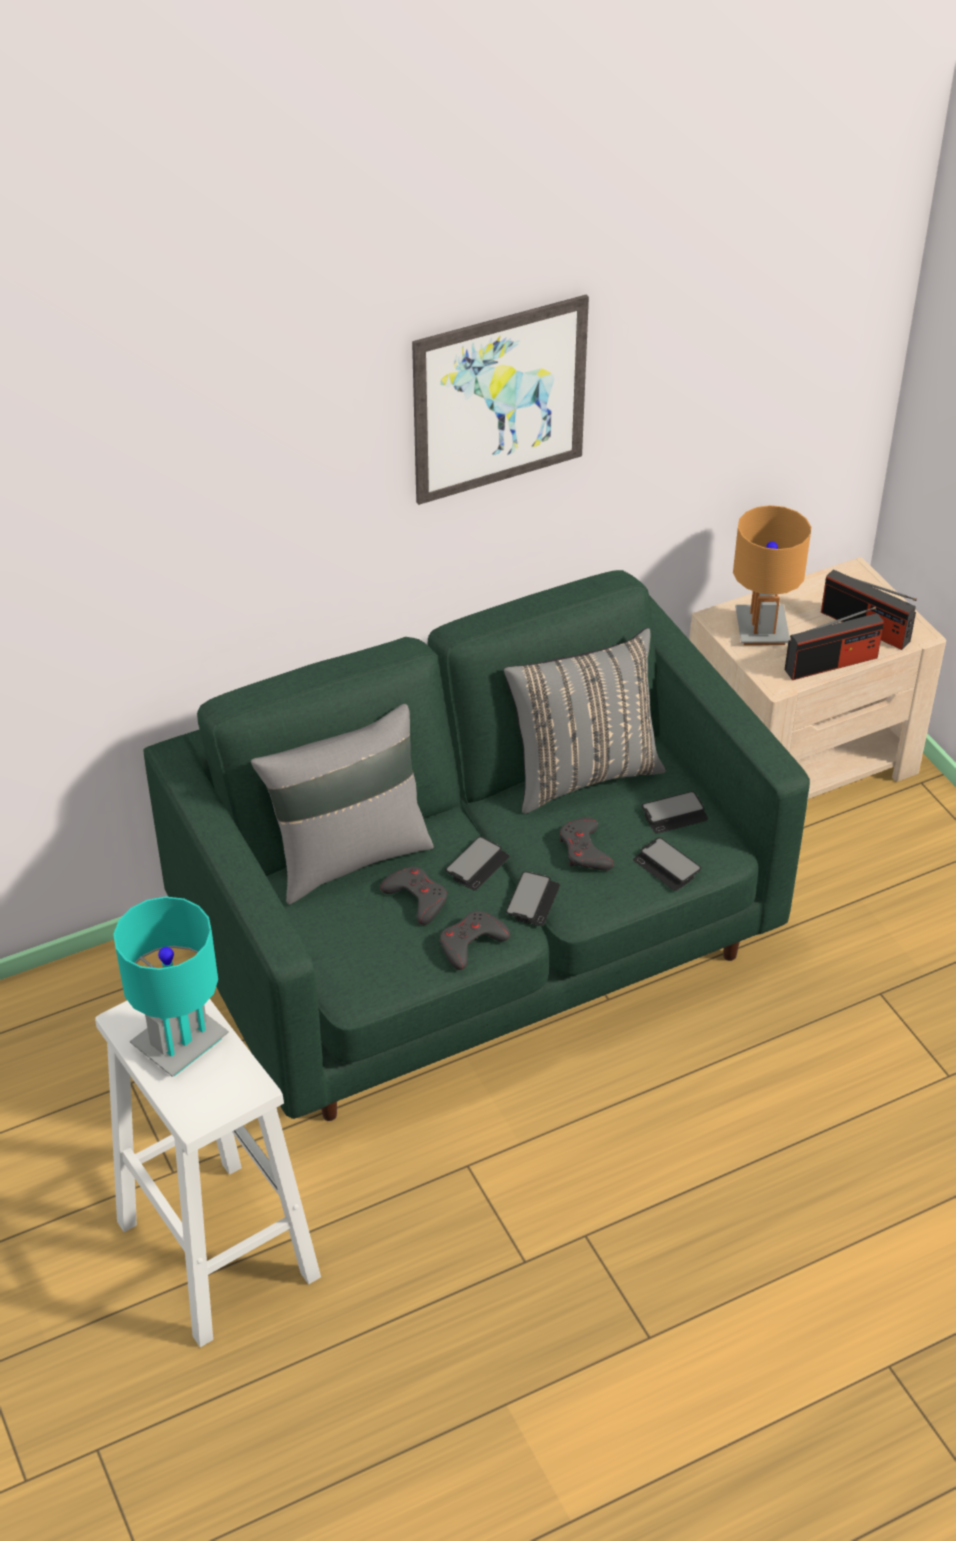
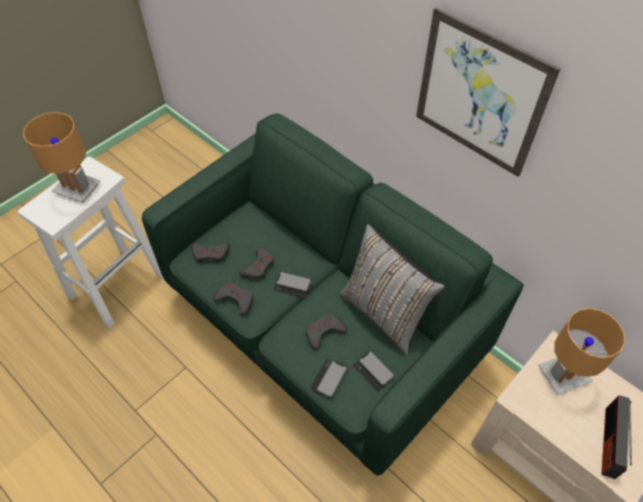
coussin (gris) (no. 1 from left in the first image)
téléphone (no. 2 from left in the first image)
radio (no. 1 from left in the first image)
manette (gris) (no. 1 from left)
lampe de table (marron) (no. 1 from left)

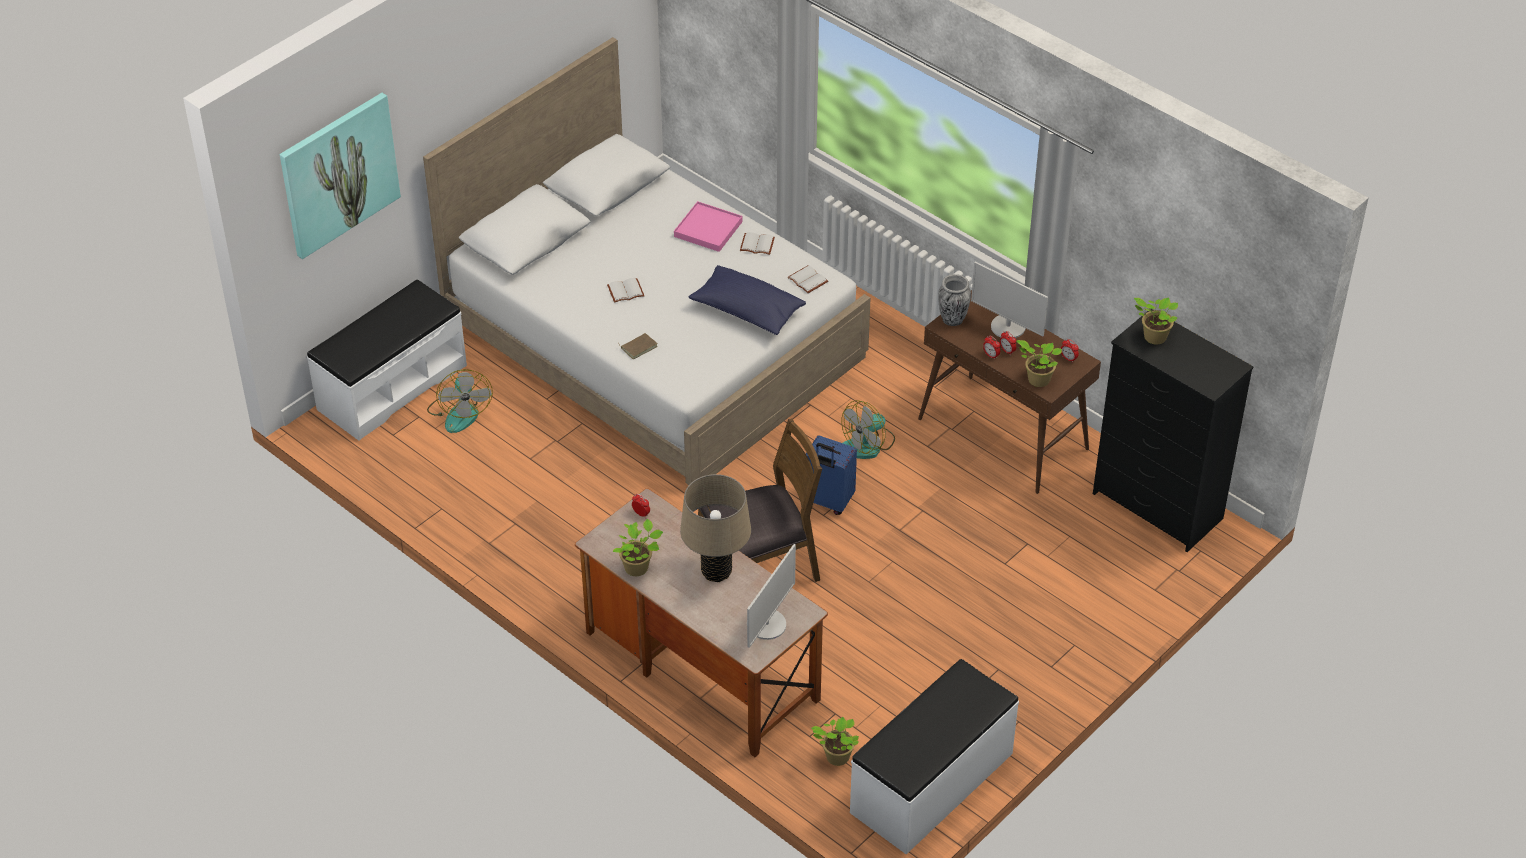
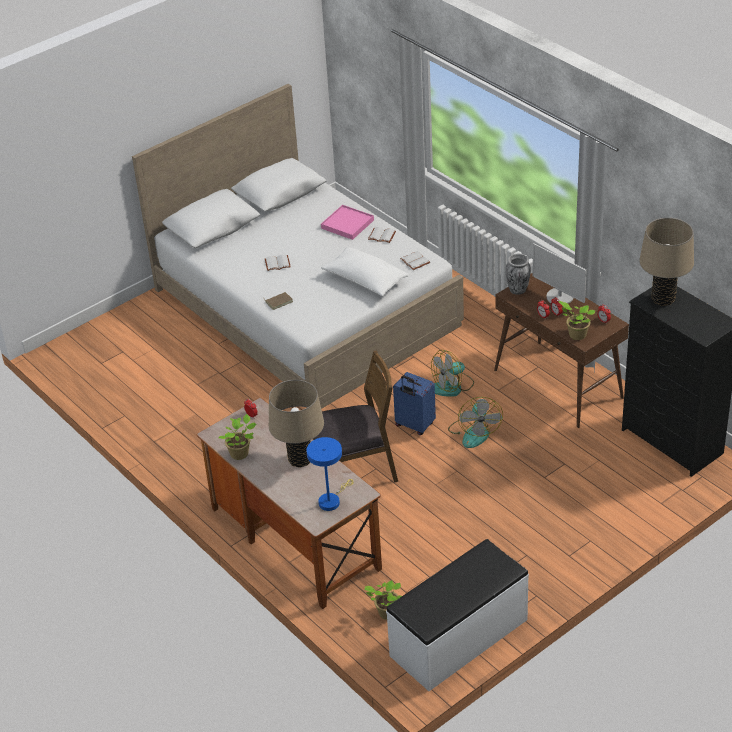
tableau
banc (blanc) (no. 1 from left in the first image)
ventilateur (no. 2 from left)
lampe de table (bleu)
lampe de table (beige) (no. 2 from left)
coussin (blanc)

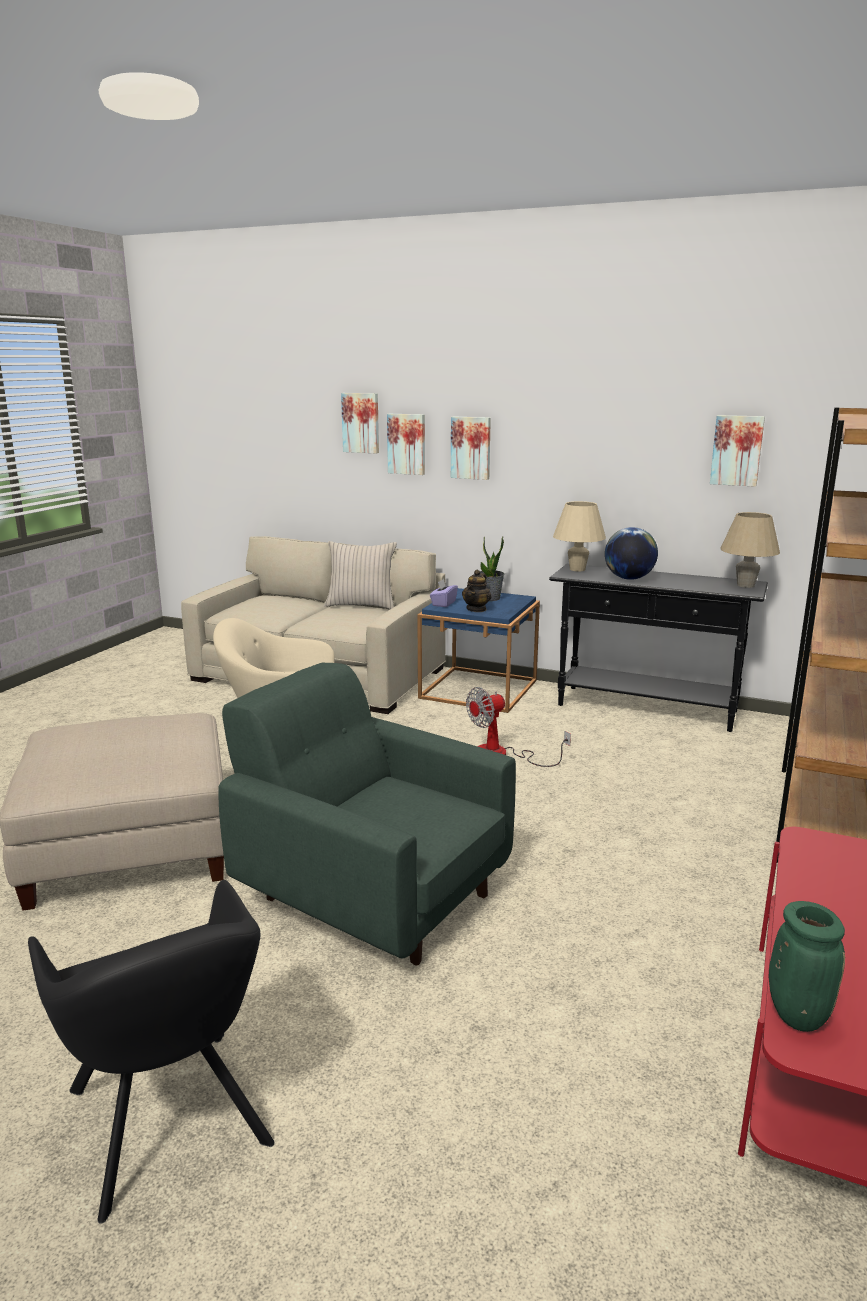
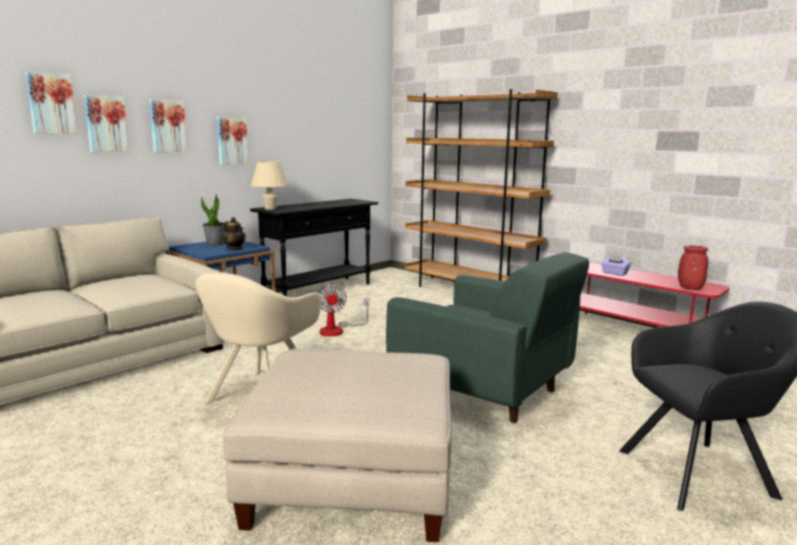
coussin (beige)
globe
lampe de table (beige) (no. 2 from left in the first image)
boîte à mouchoirs (violet)
tableau (no. 4 from left)
vase (rouge)
fauteuil (vert)

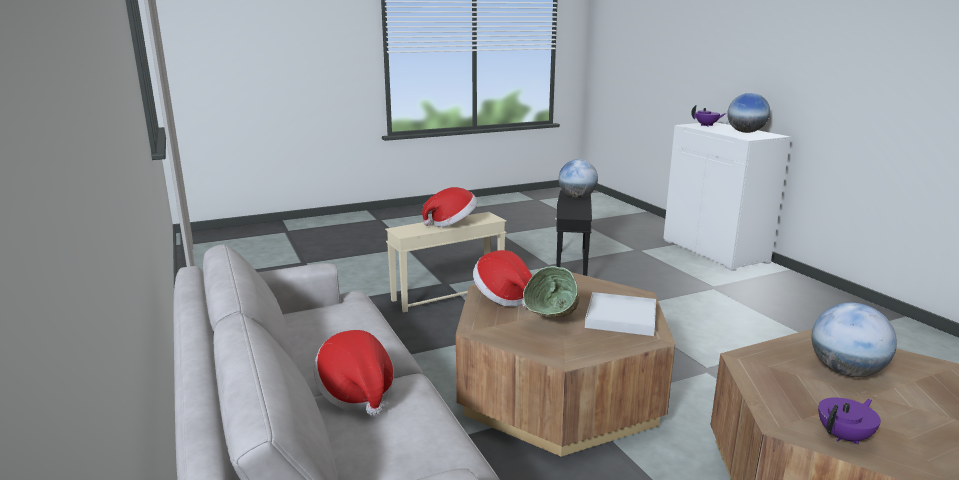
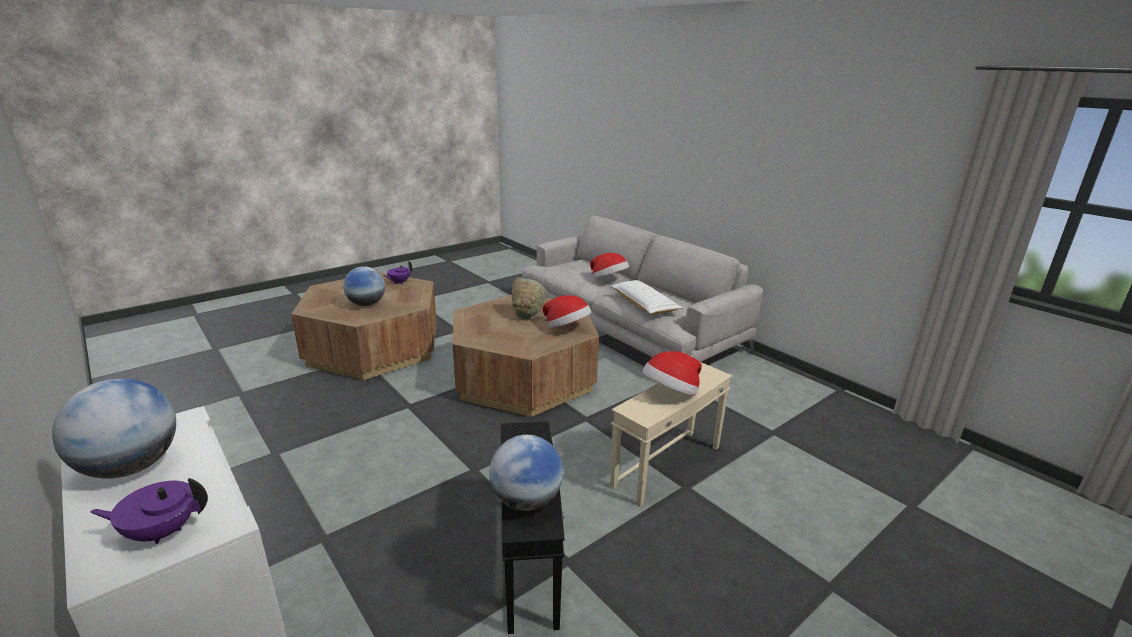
plateau (blanc)
coussin (blanc)

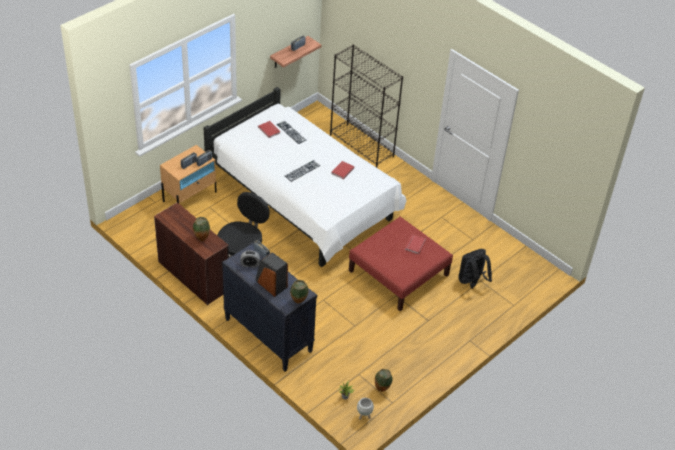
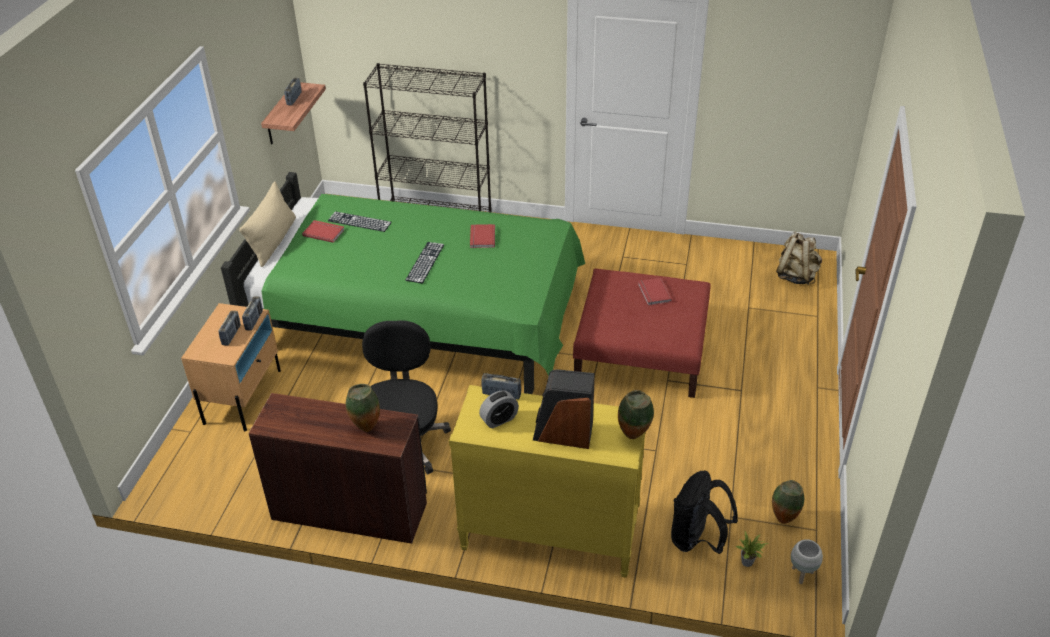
coussin (beige)
sac à dos (beige)
sac à dos (noir)
lit (vert)
commode (jaune)

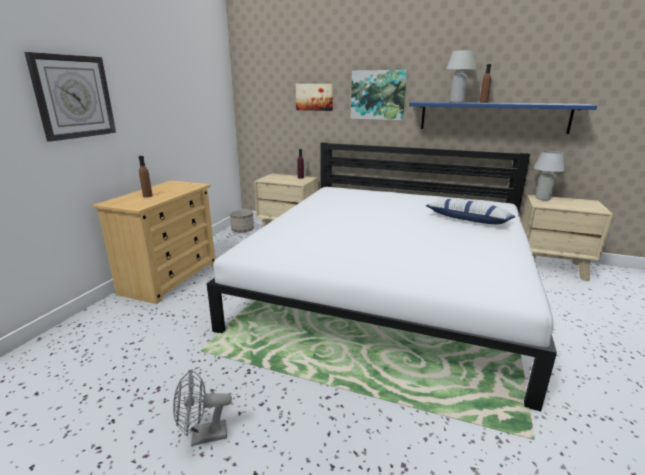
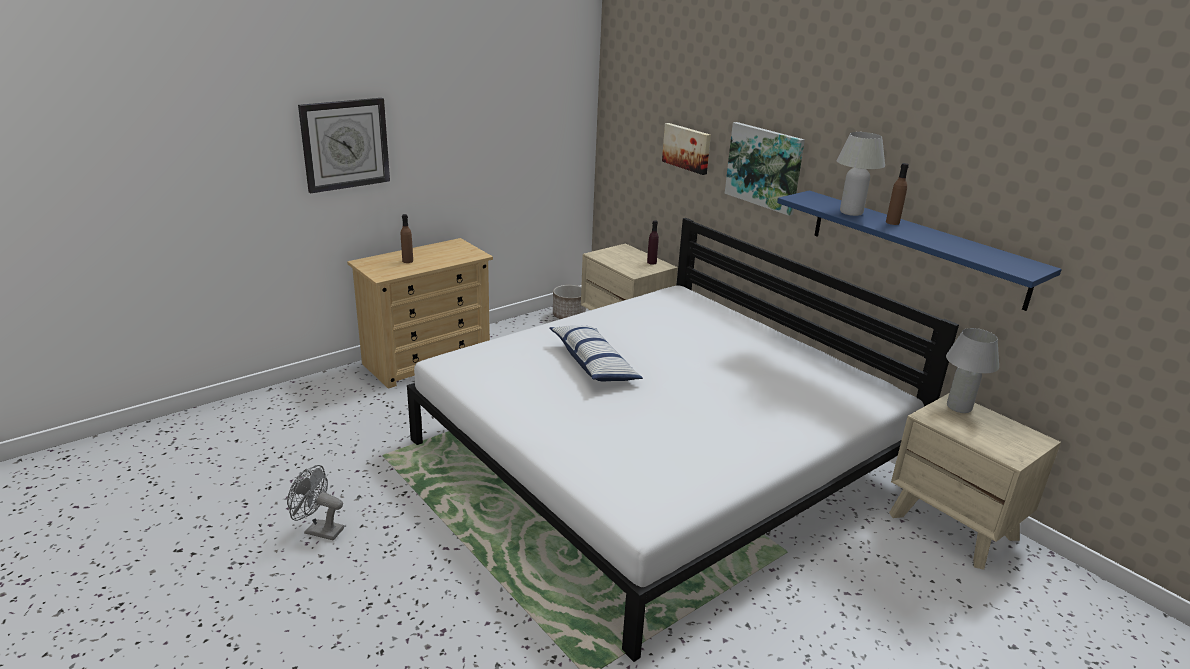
coussin

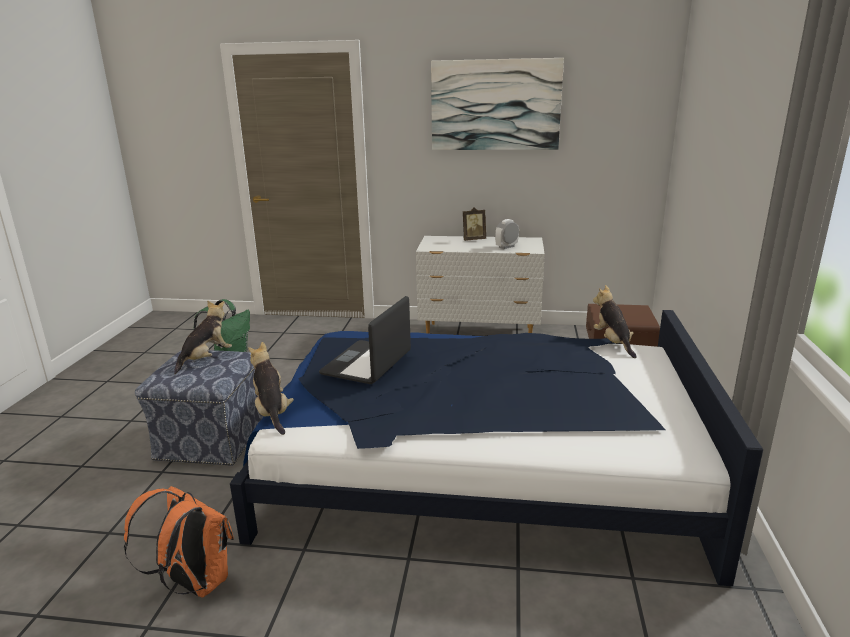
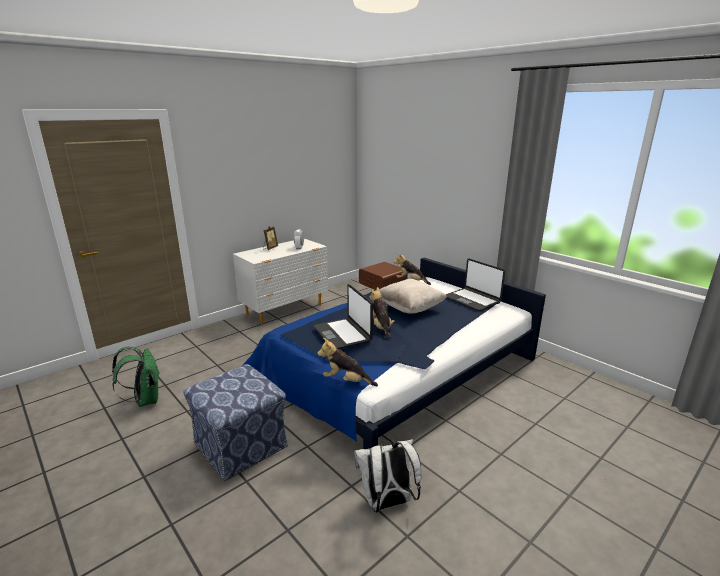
tableau
coussin (beige)
ordinateur portable (no. 2 from left)
peluche (no. 2 from left)
sac à dos (blanc)

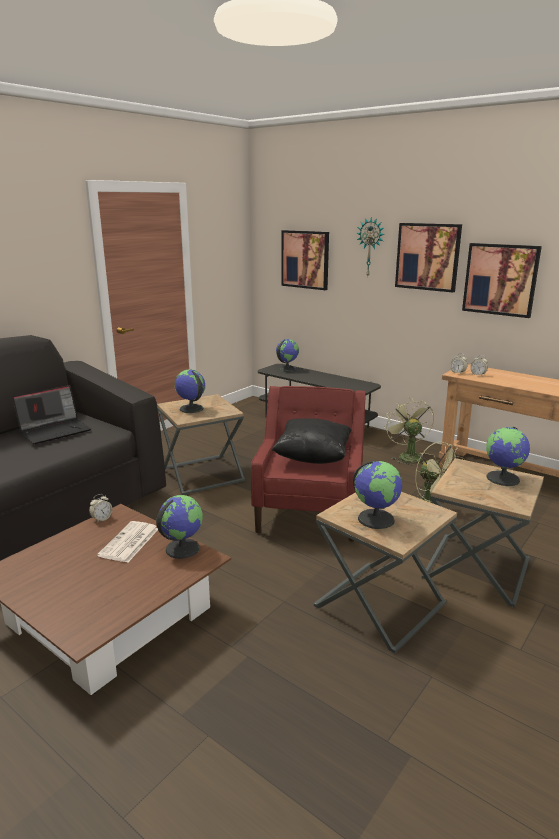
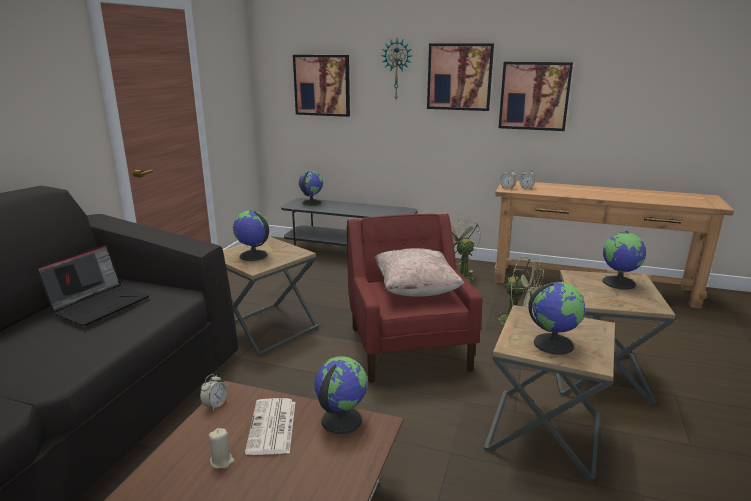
bougie (beige)
coussin (beige)

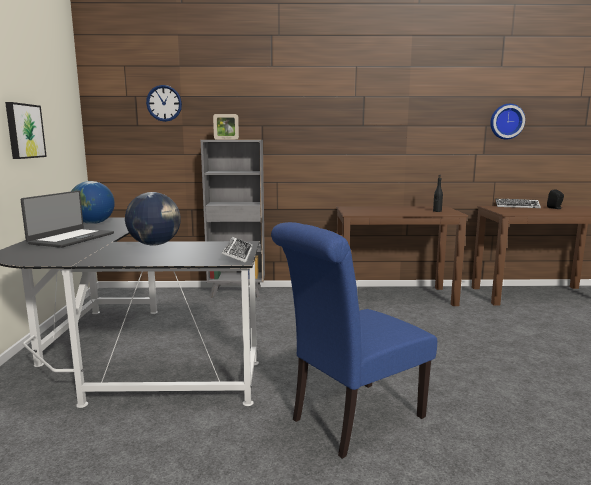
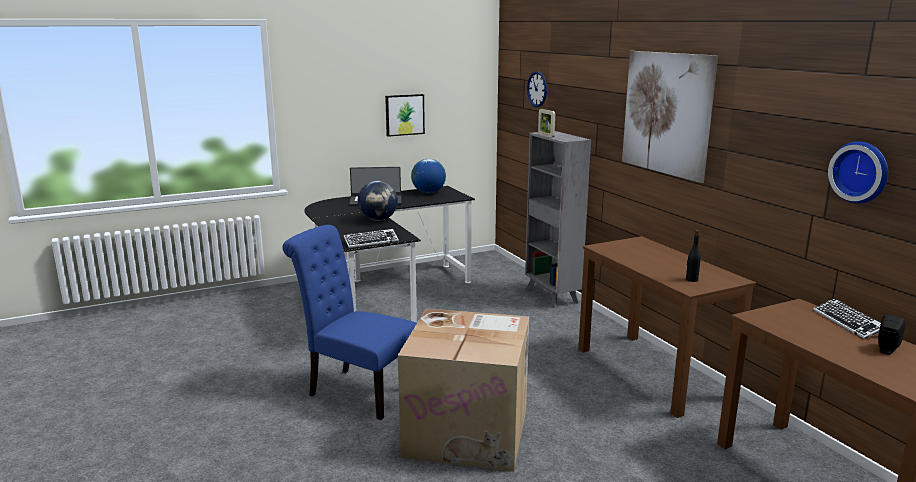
carton
tableau (no. 2 from left)

